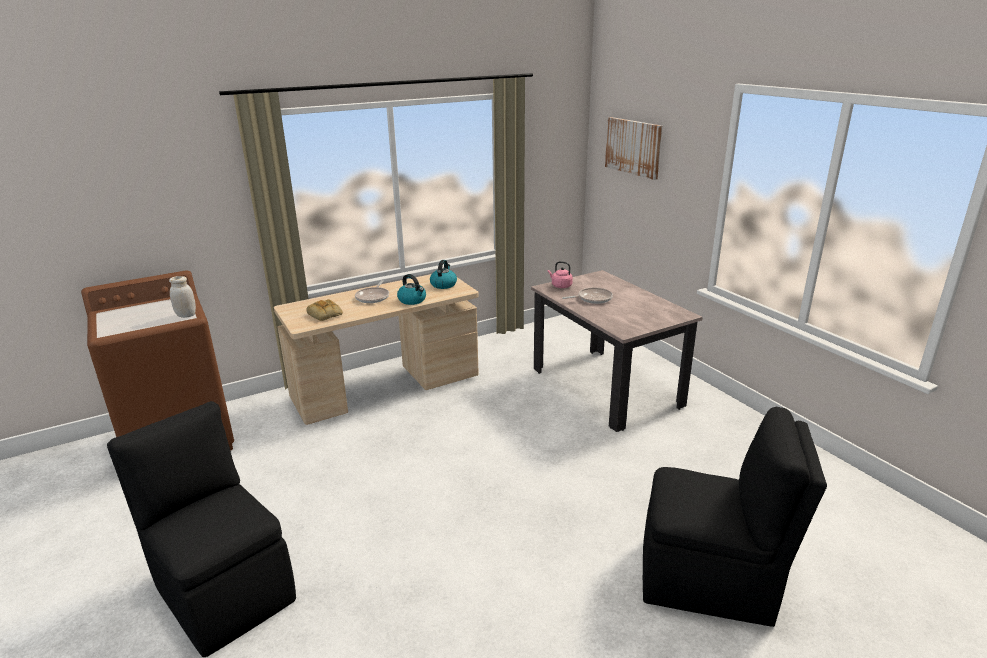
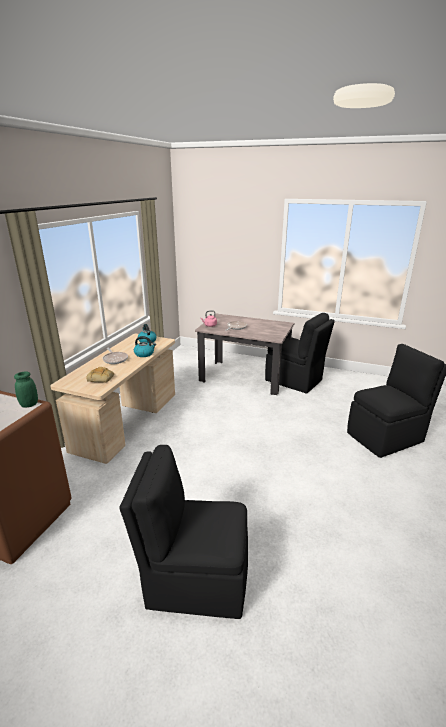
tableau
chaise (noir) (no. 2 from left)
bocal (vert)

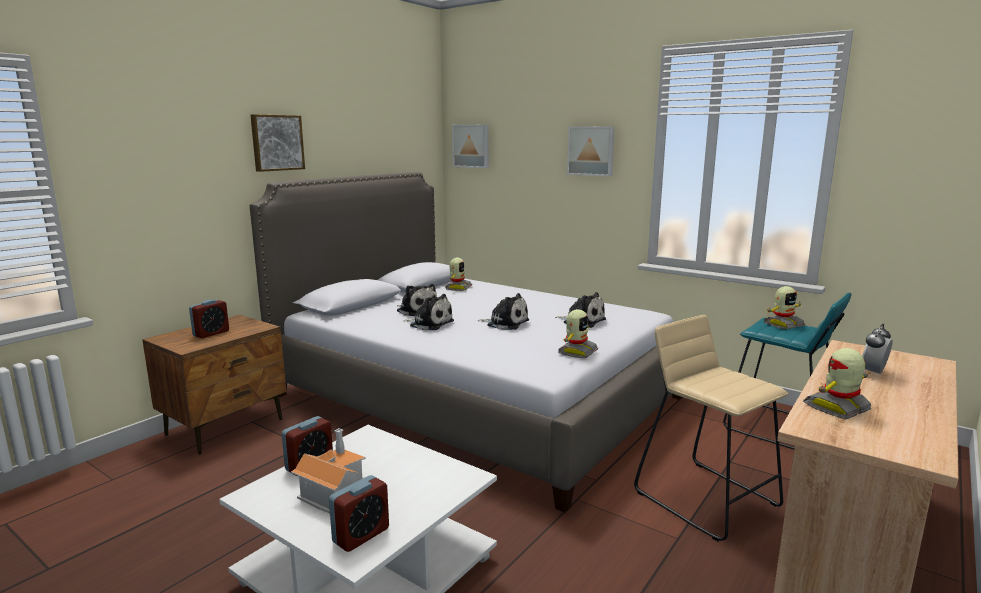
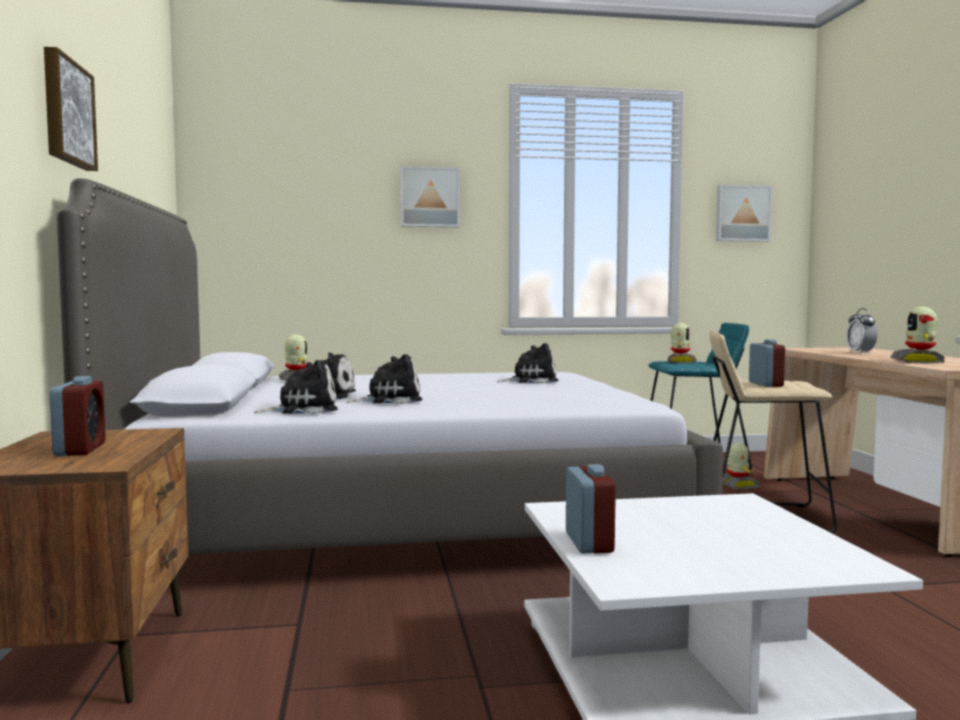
maison miniature
réveil (no. 3 from left)
tableau (no. 3 from left)
peluche (no. 1 from left)
robot jouet (no. 3 from left)

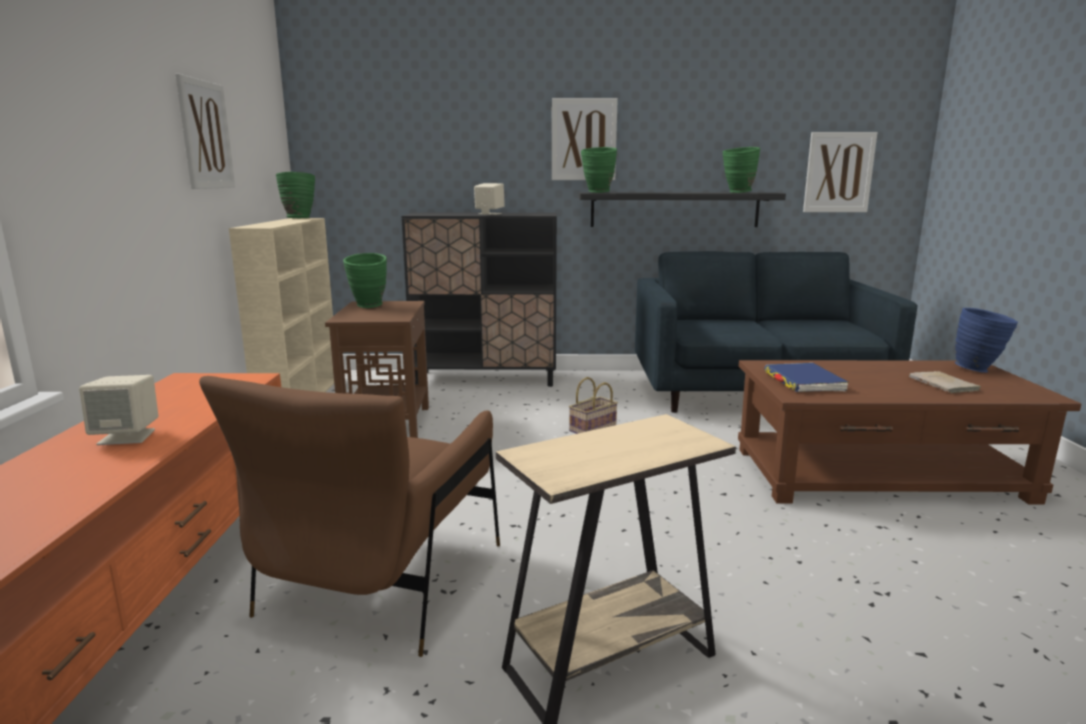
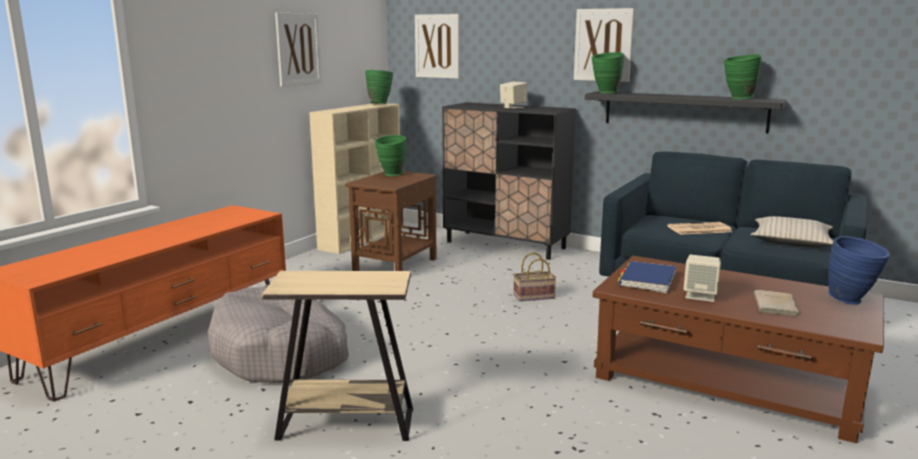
journal
coussin (beige)
enceinte (beige) (no. 2 from left)
tableau (no. 2 from left)
panier pour chien (gris)

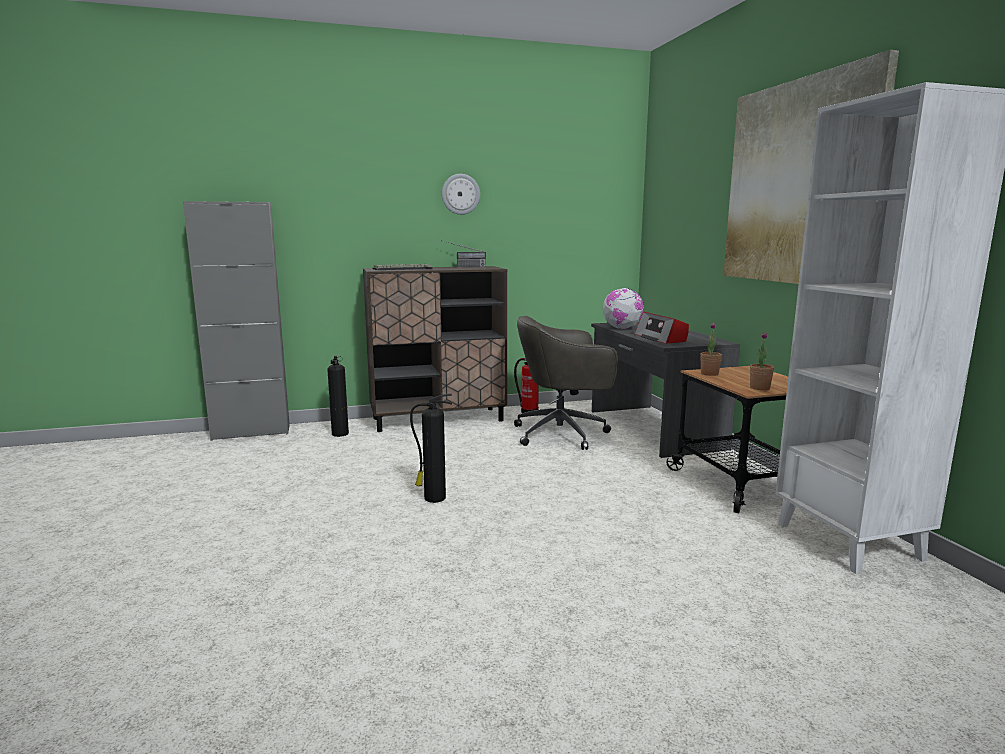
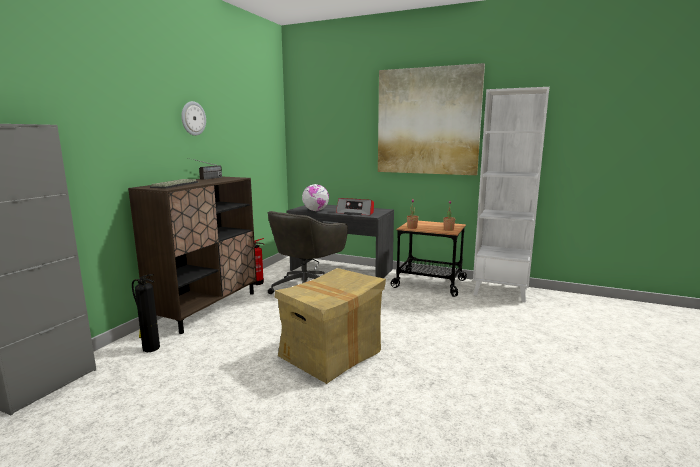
carton

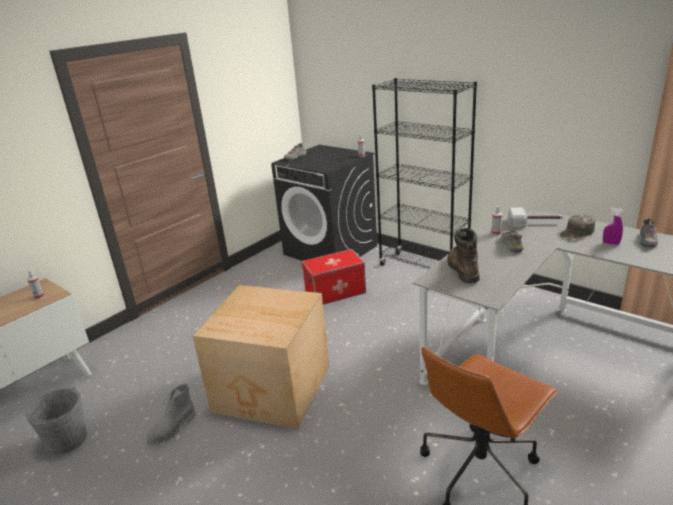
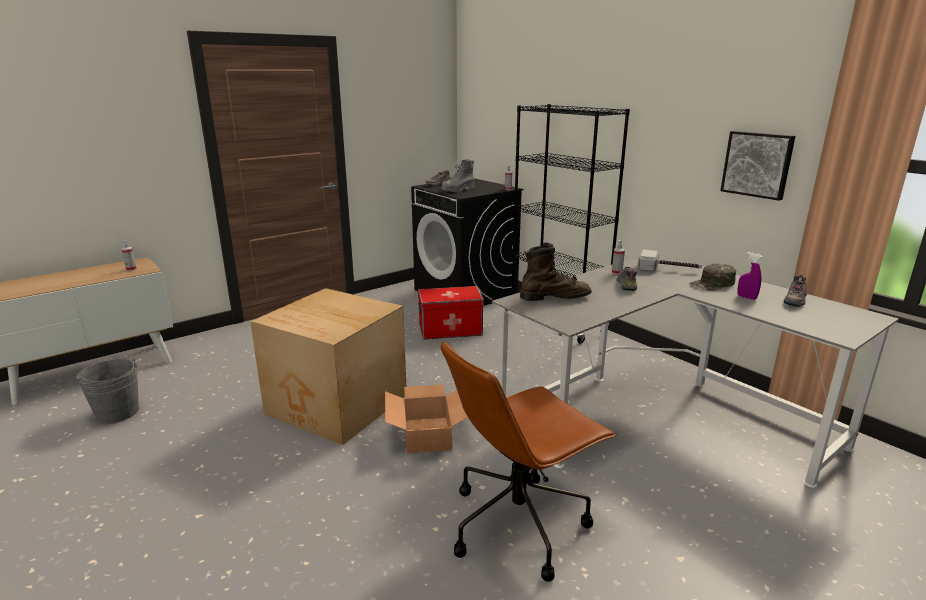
carton (no. 2 from left)
tableau
botte (gris)
botte (marron)

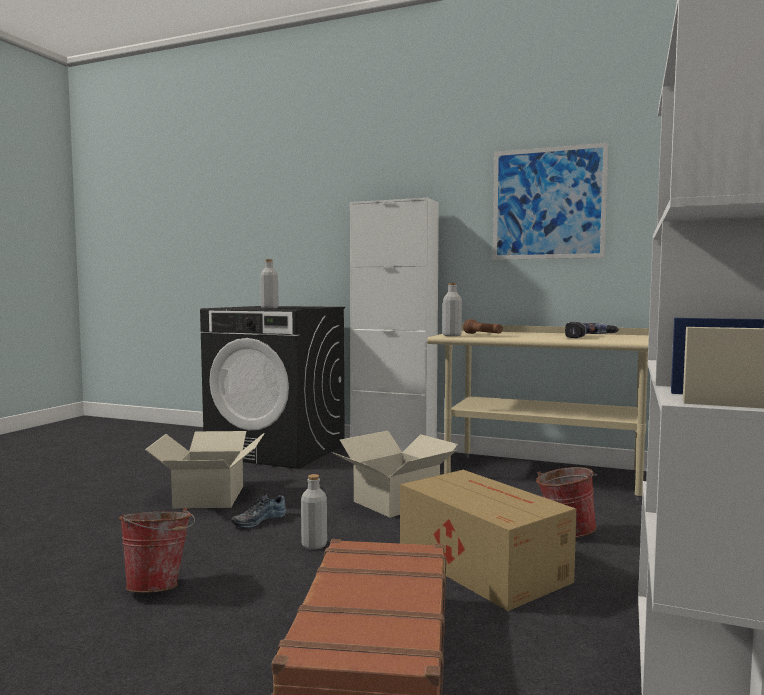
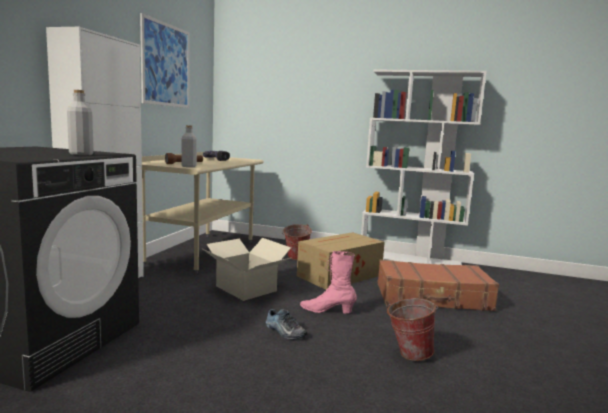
carton (no. 1 from left in the first image)
botte (rose)

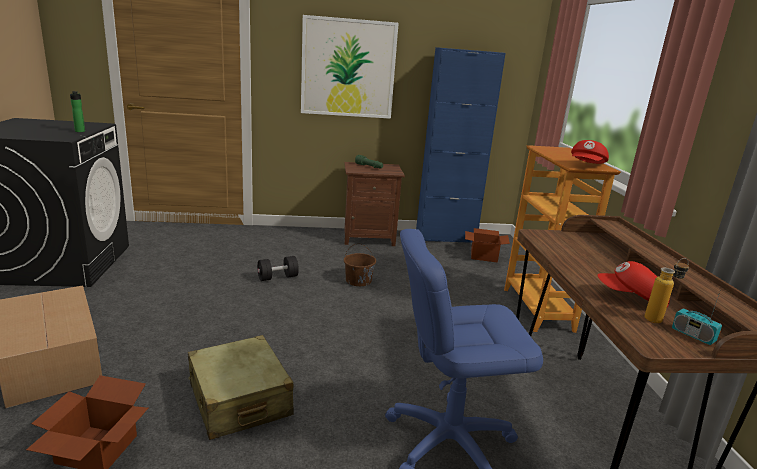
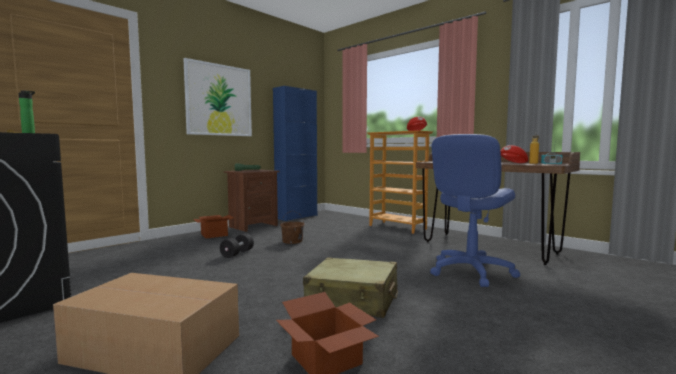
carton (no. 2 from left)

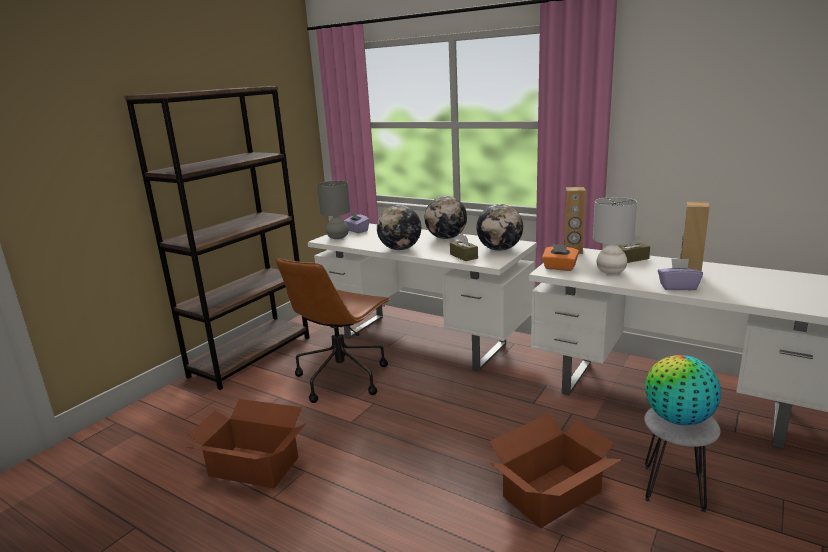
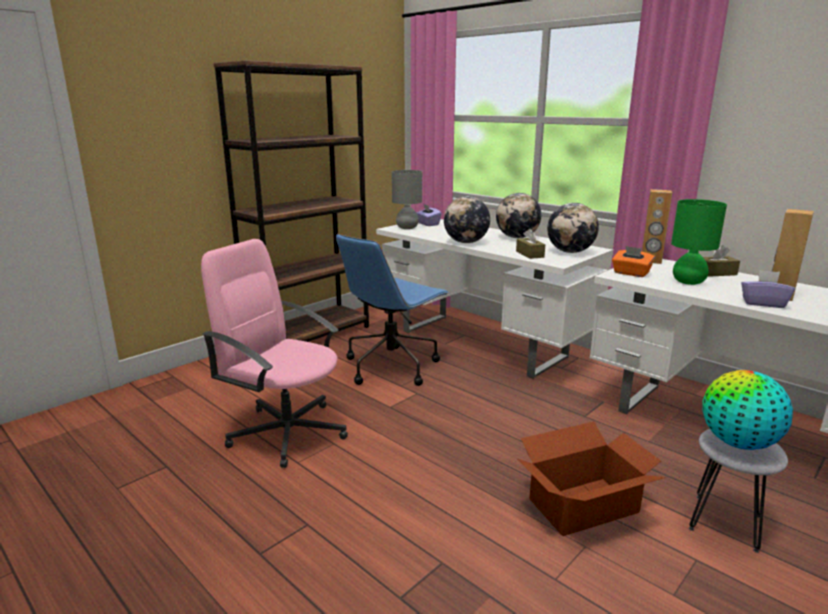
chaise de bureau (rose)
chaise de bureau (bleu)
lampe de table (vert)

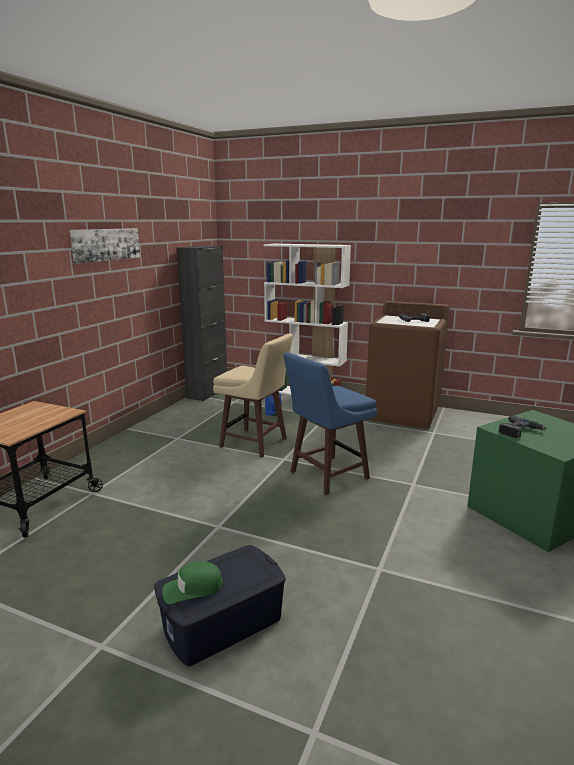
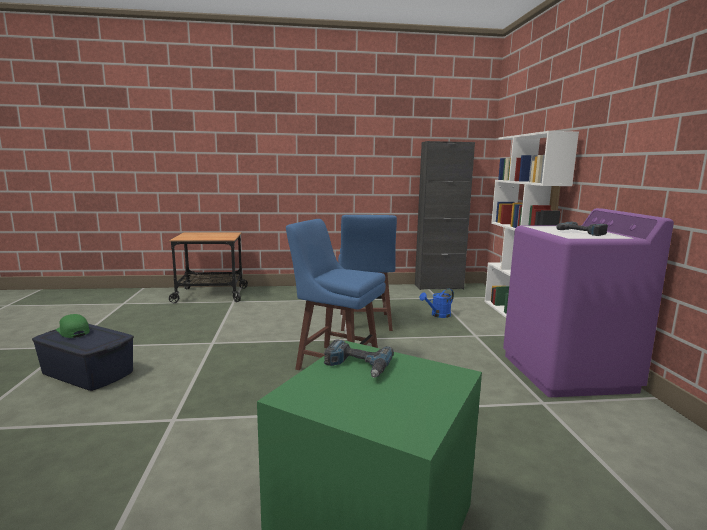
tableau
tabouret (bleu) (no. 2 from left)
lave-linge (violet)

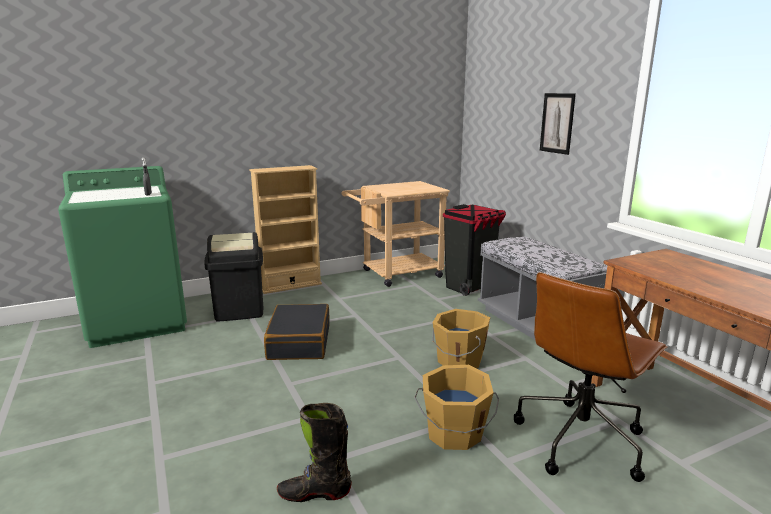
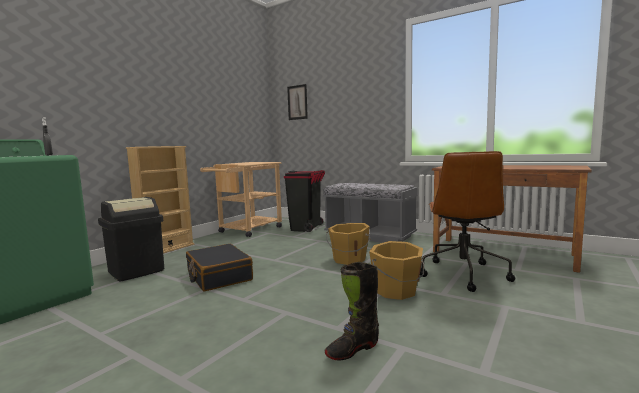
tableau

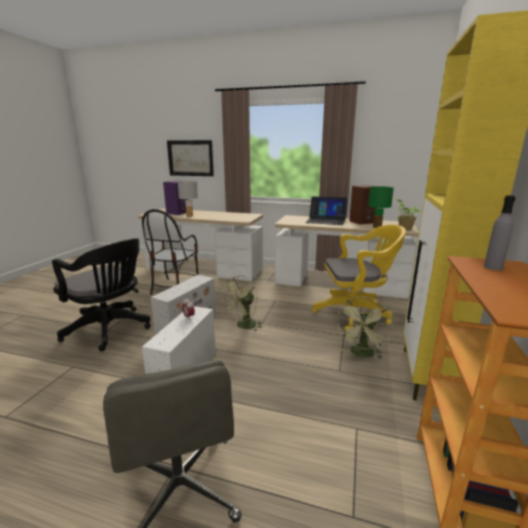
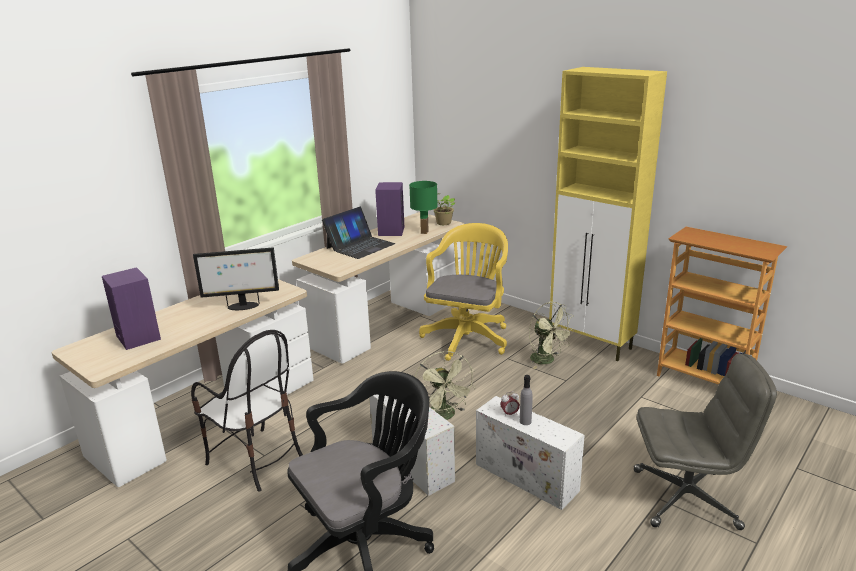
tableau
lampe de table (blanc)
écran d'ordinateur
bouteille (gris)
enceinte (violet) (no. 2 from left)

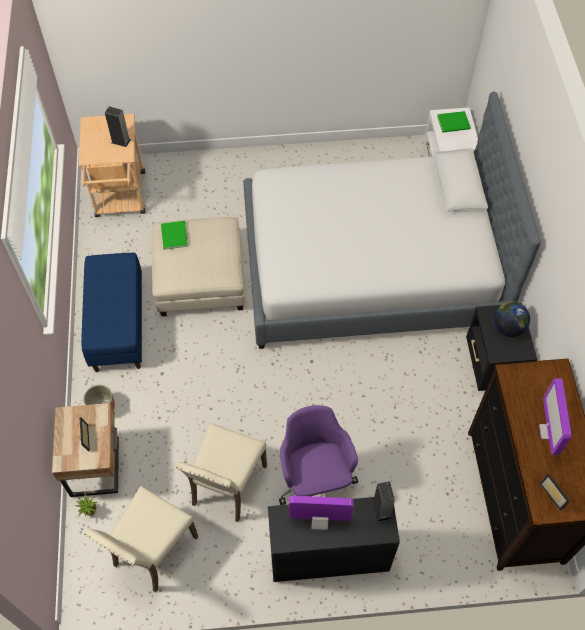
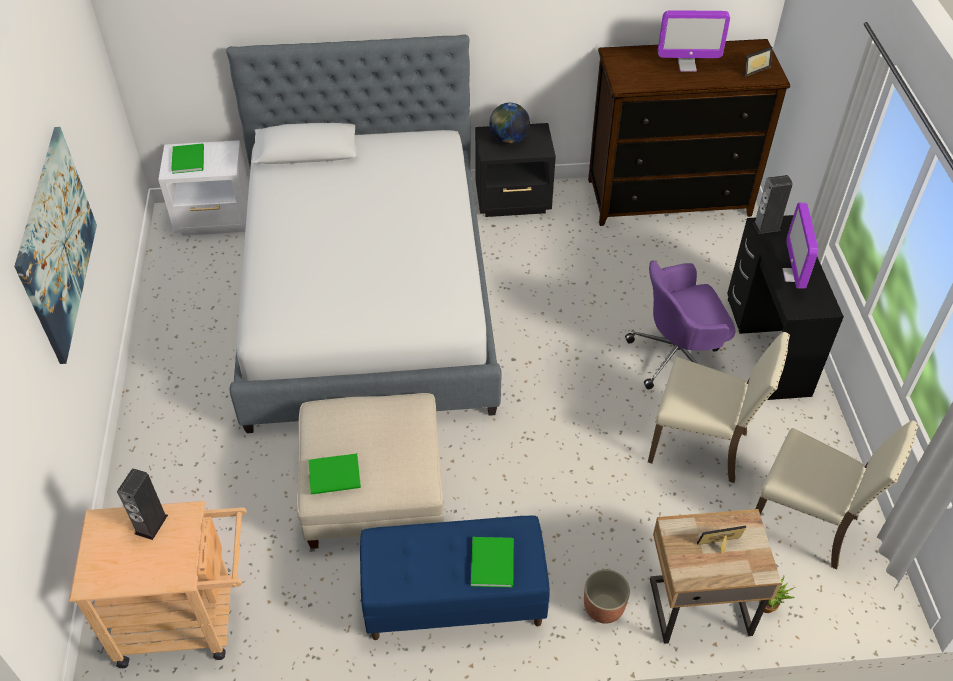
tableau
livre (vert) (no. 3 from left)

